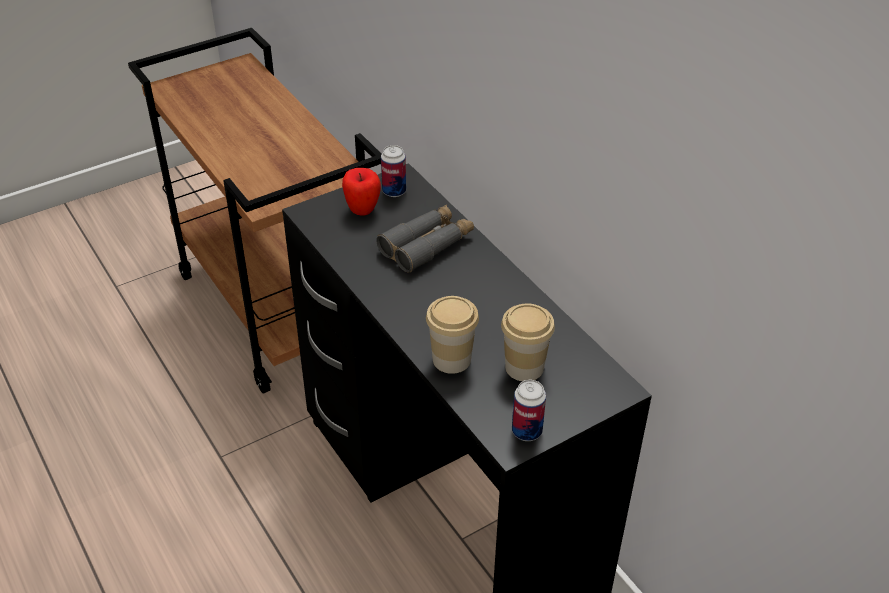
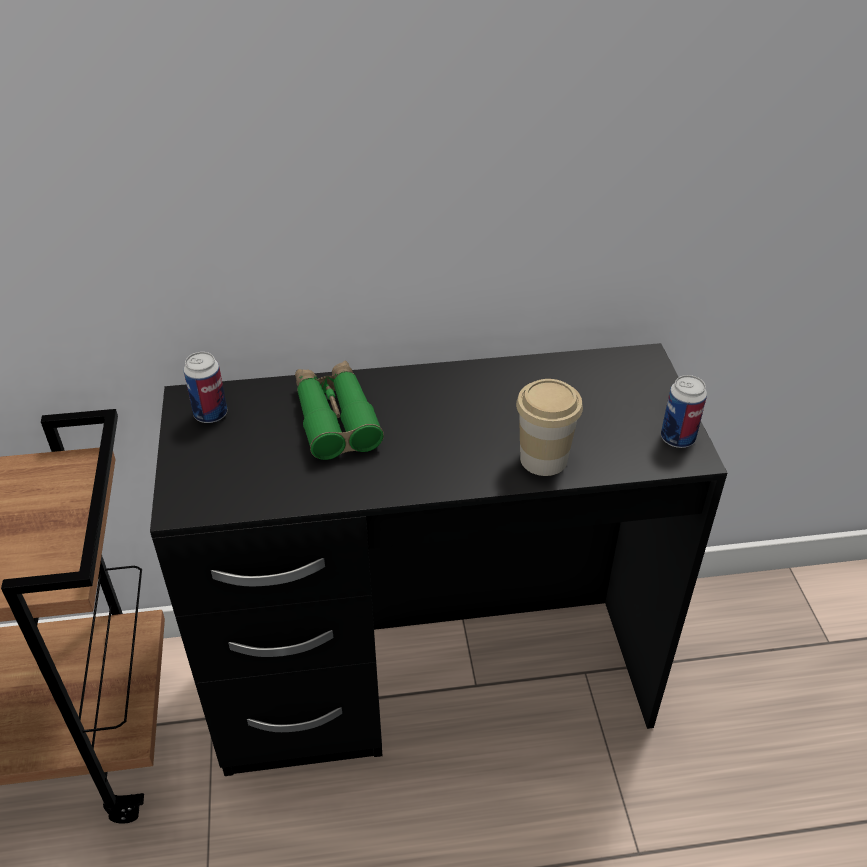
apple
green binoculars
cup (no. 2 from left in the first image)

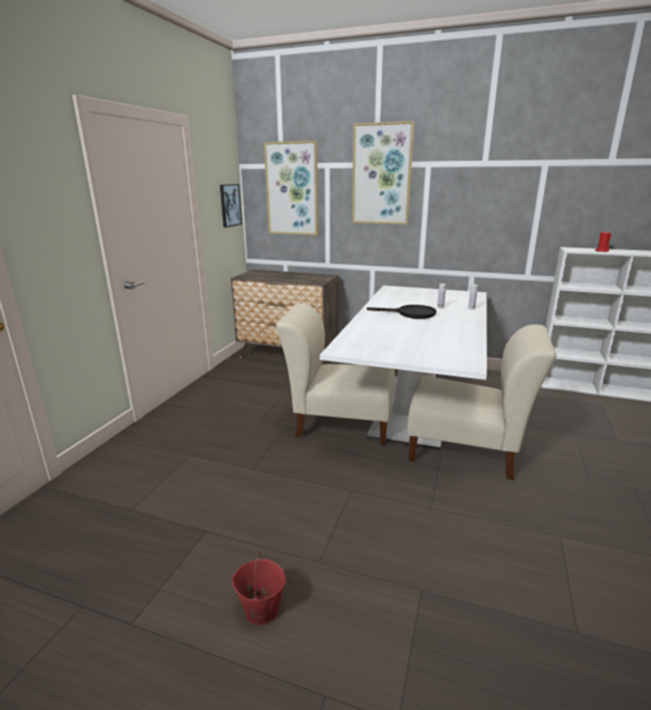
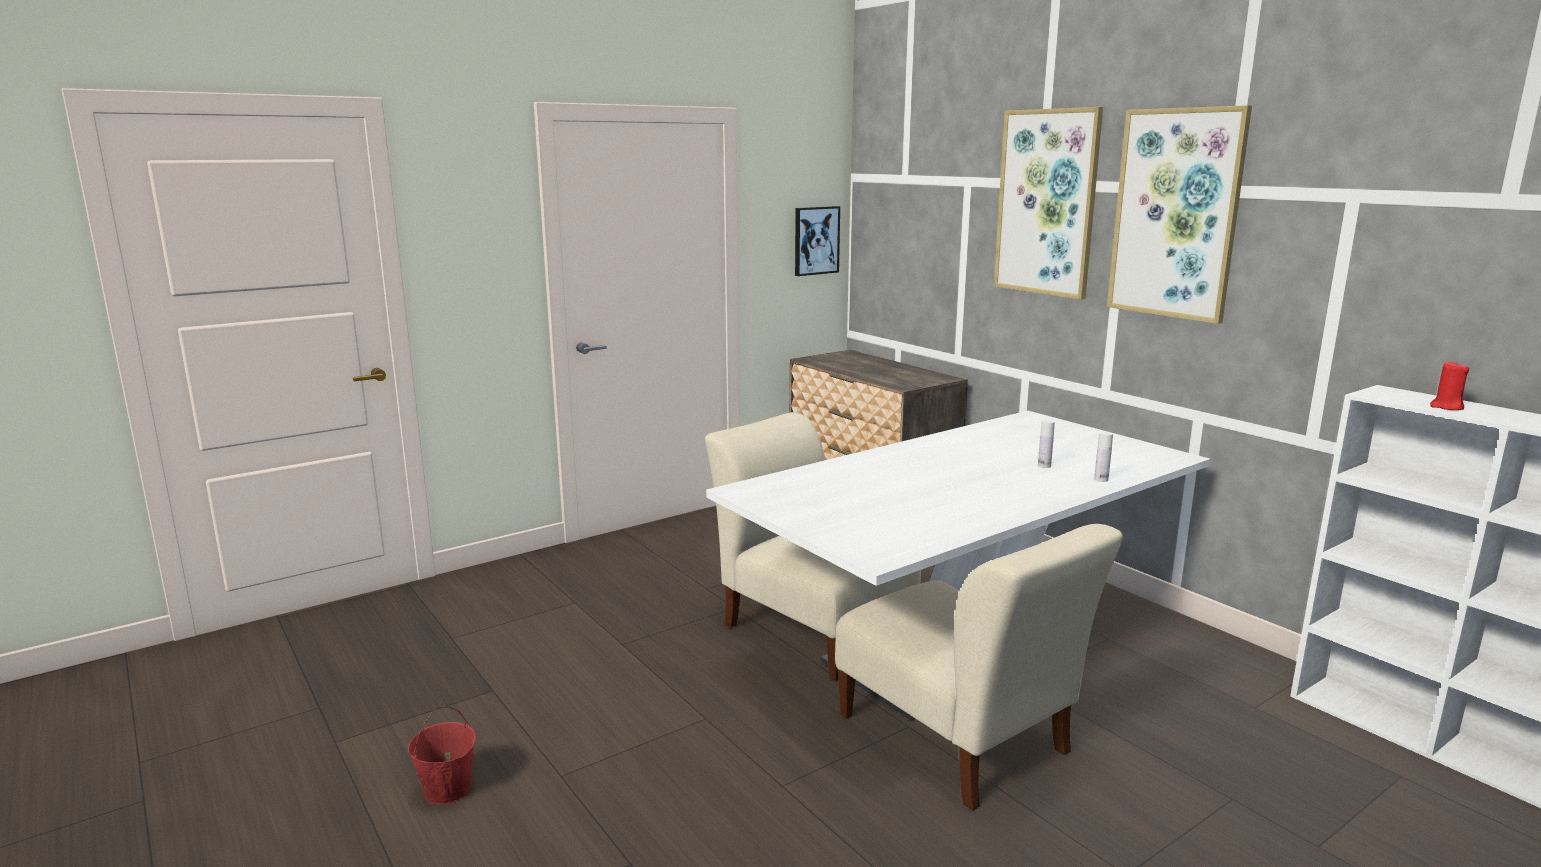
picture (no. 3 from left)
black frying pan

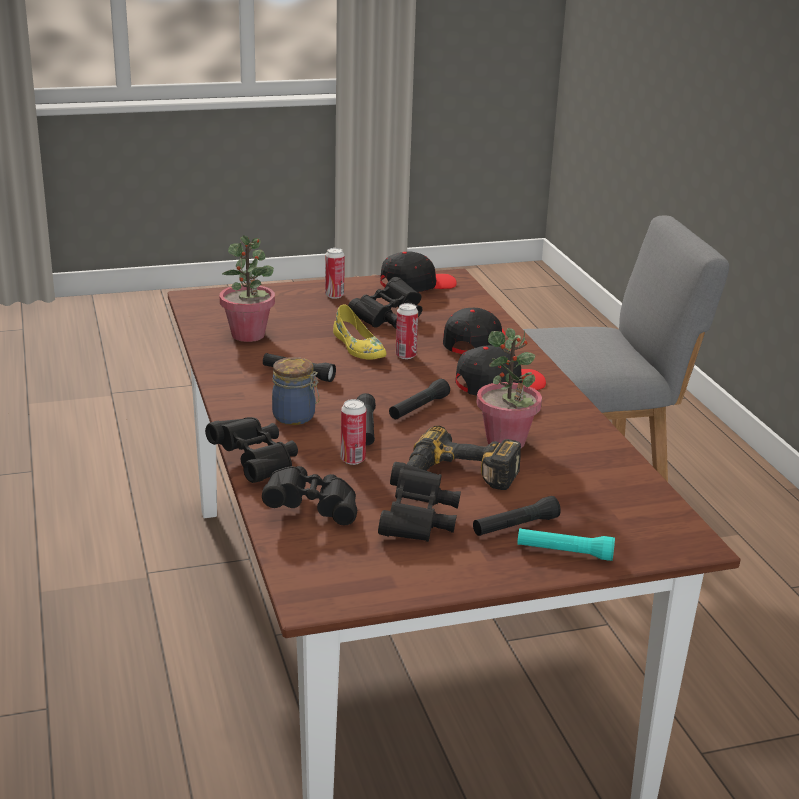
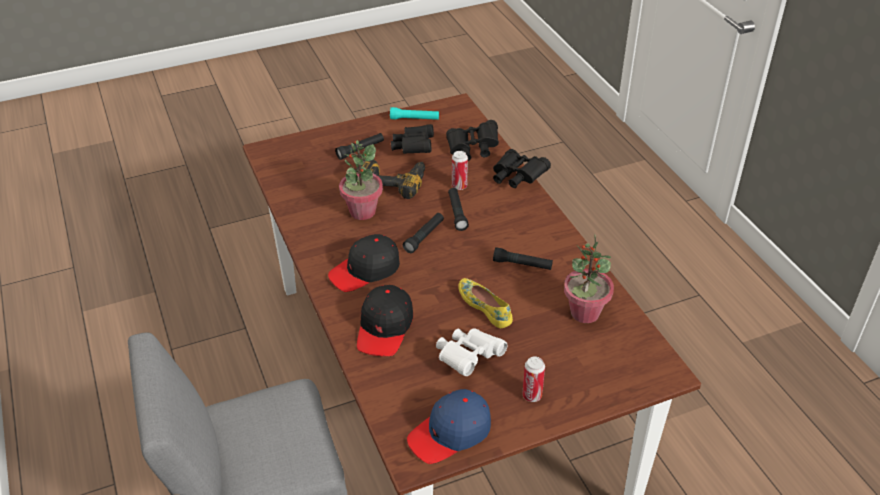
blue cap
white binoculars
can (no. 3 from left in the first image)
jar
turquoise flashlight

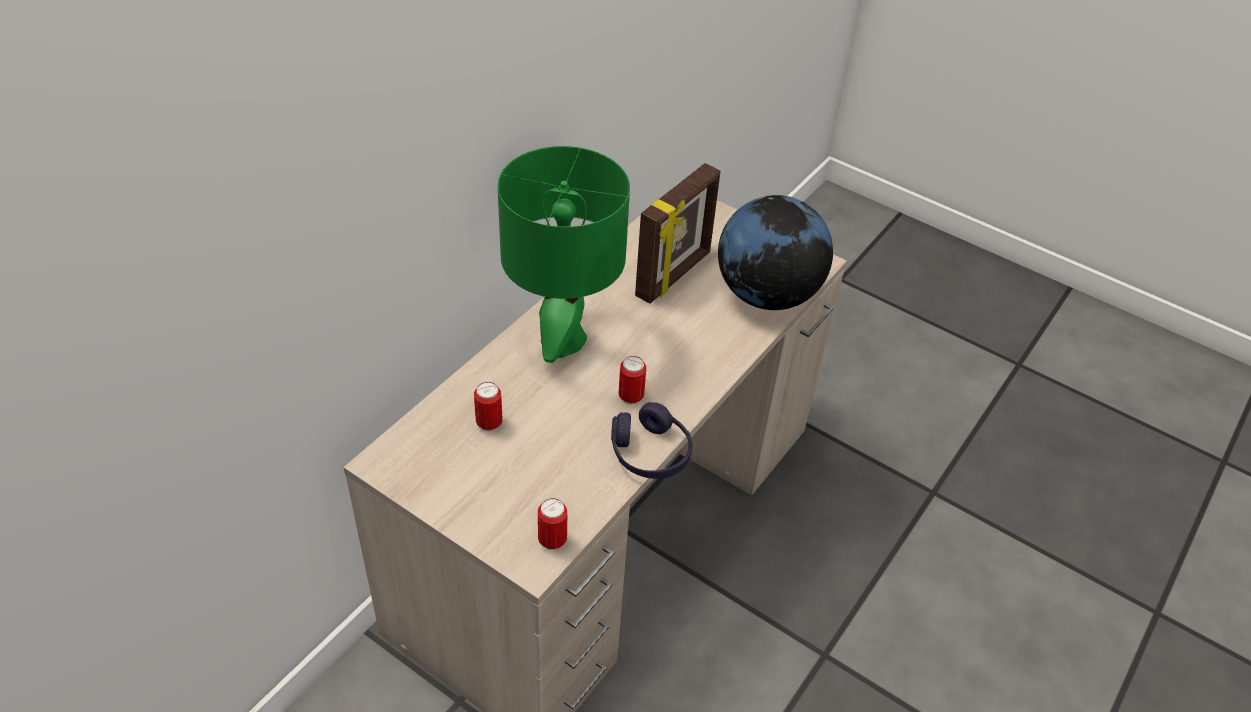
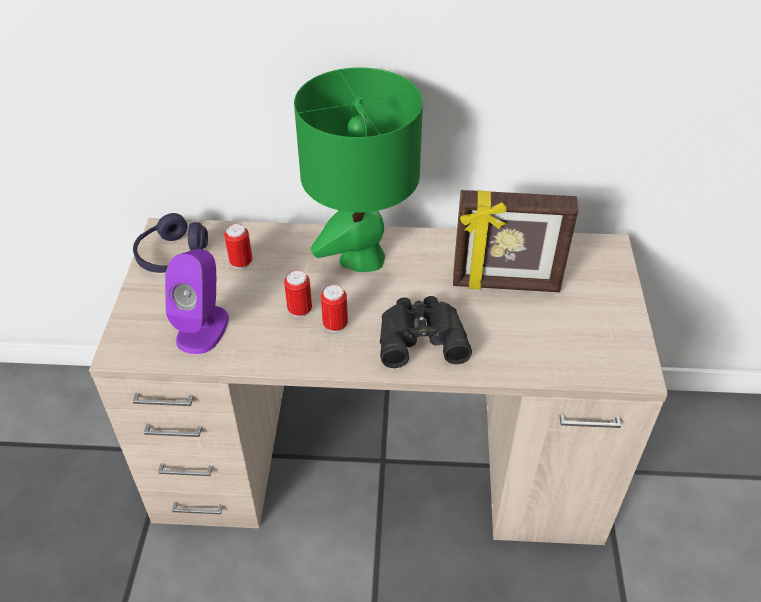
globe
purple headphones
can (no. 2 from left)
purple speaker
black binoculars

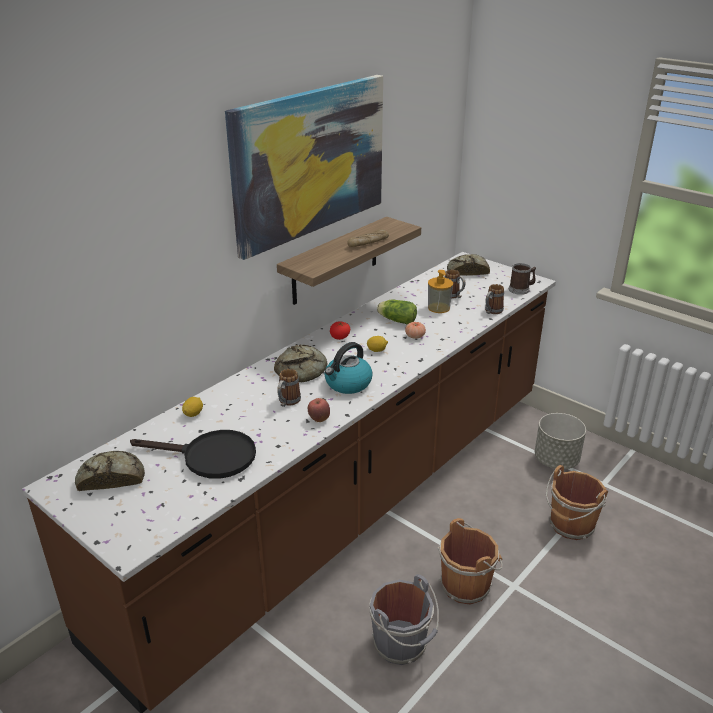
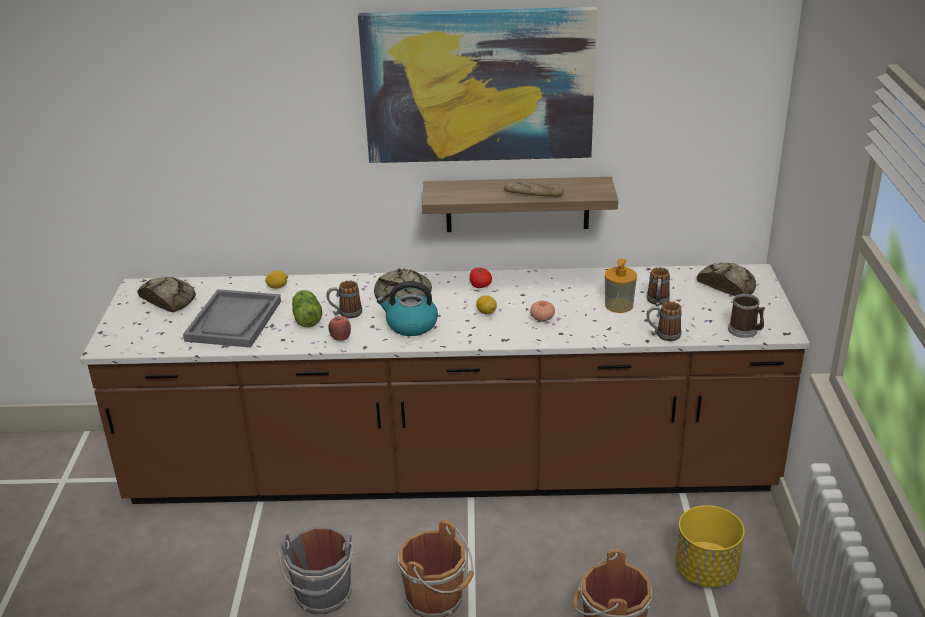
lettuce
yellow planter
grey tray

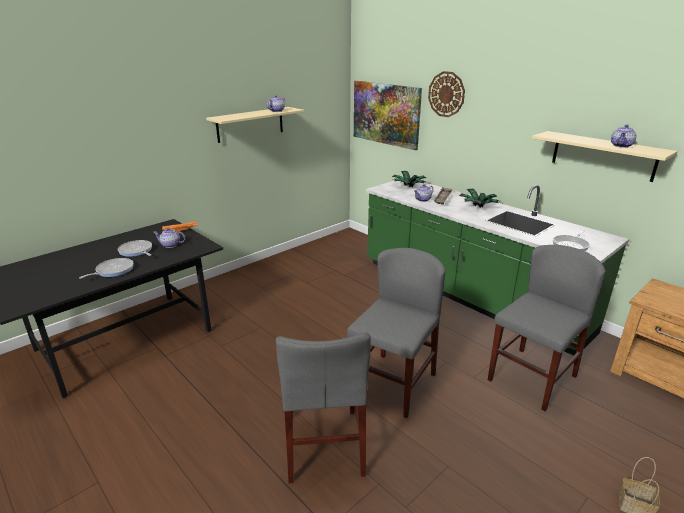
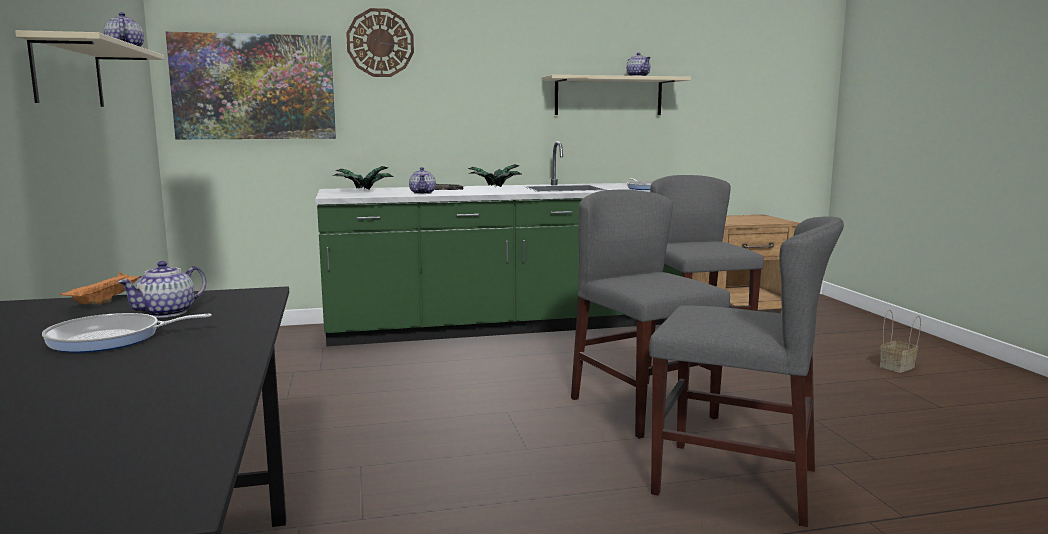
frying pan (no. 1 from left in the first image)

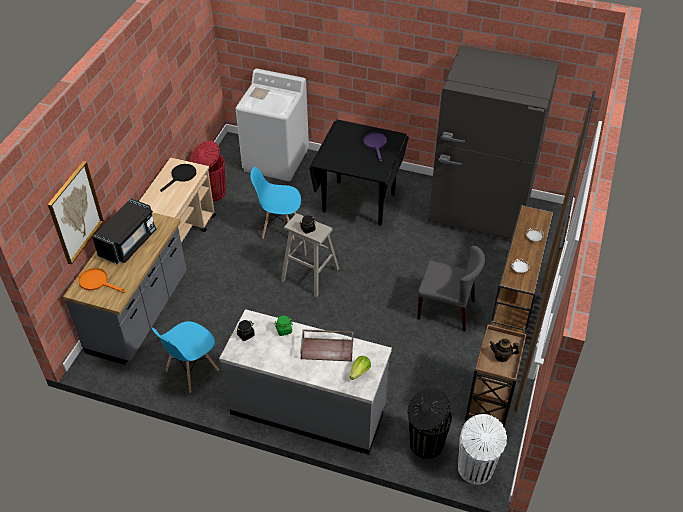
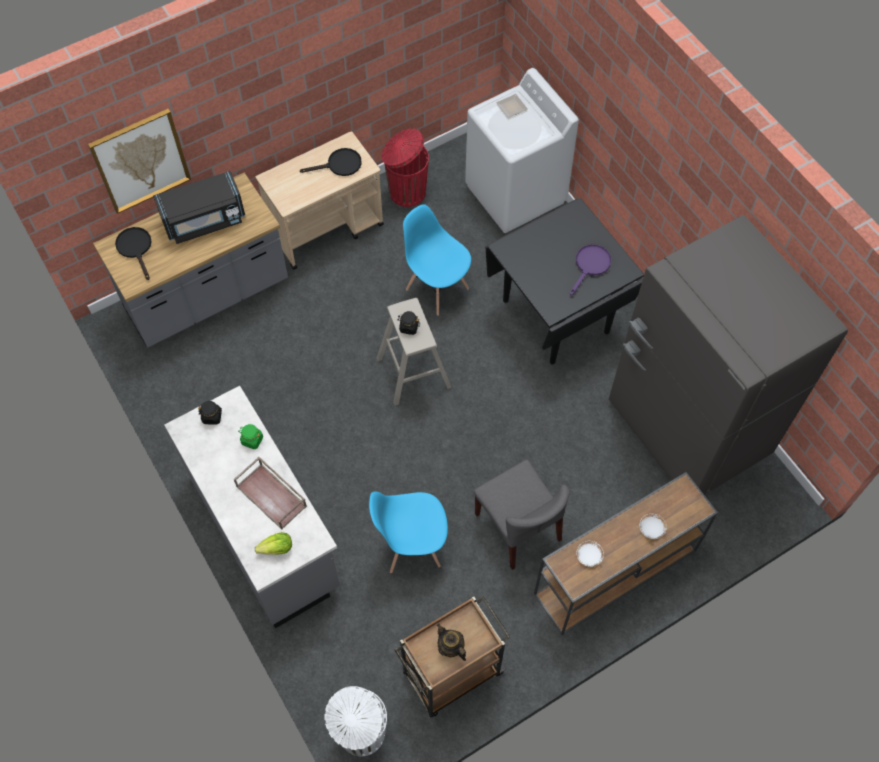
black frying pan (no. 1 from left)
blue chair (no. 1 from left)
black trash can

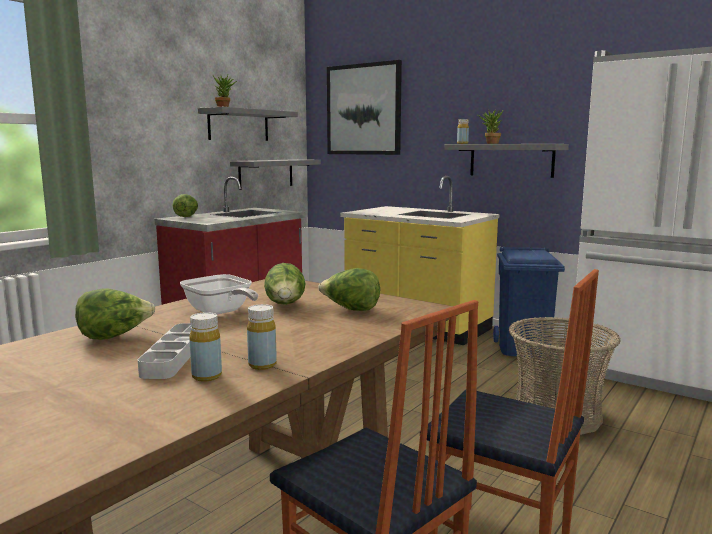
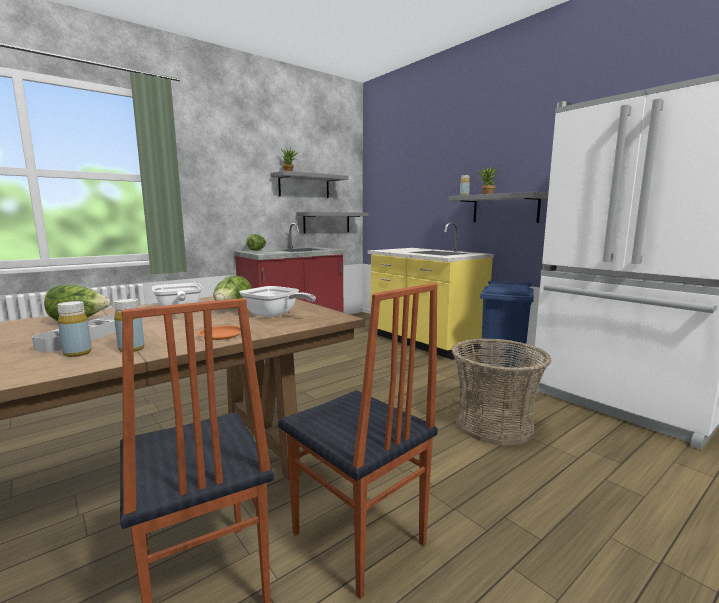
picture
frying pan (no. 2 from left)
orange plate

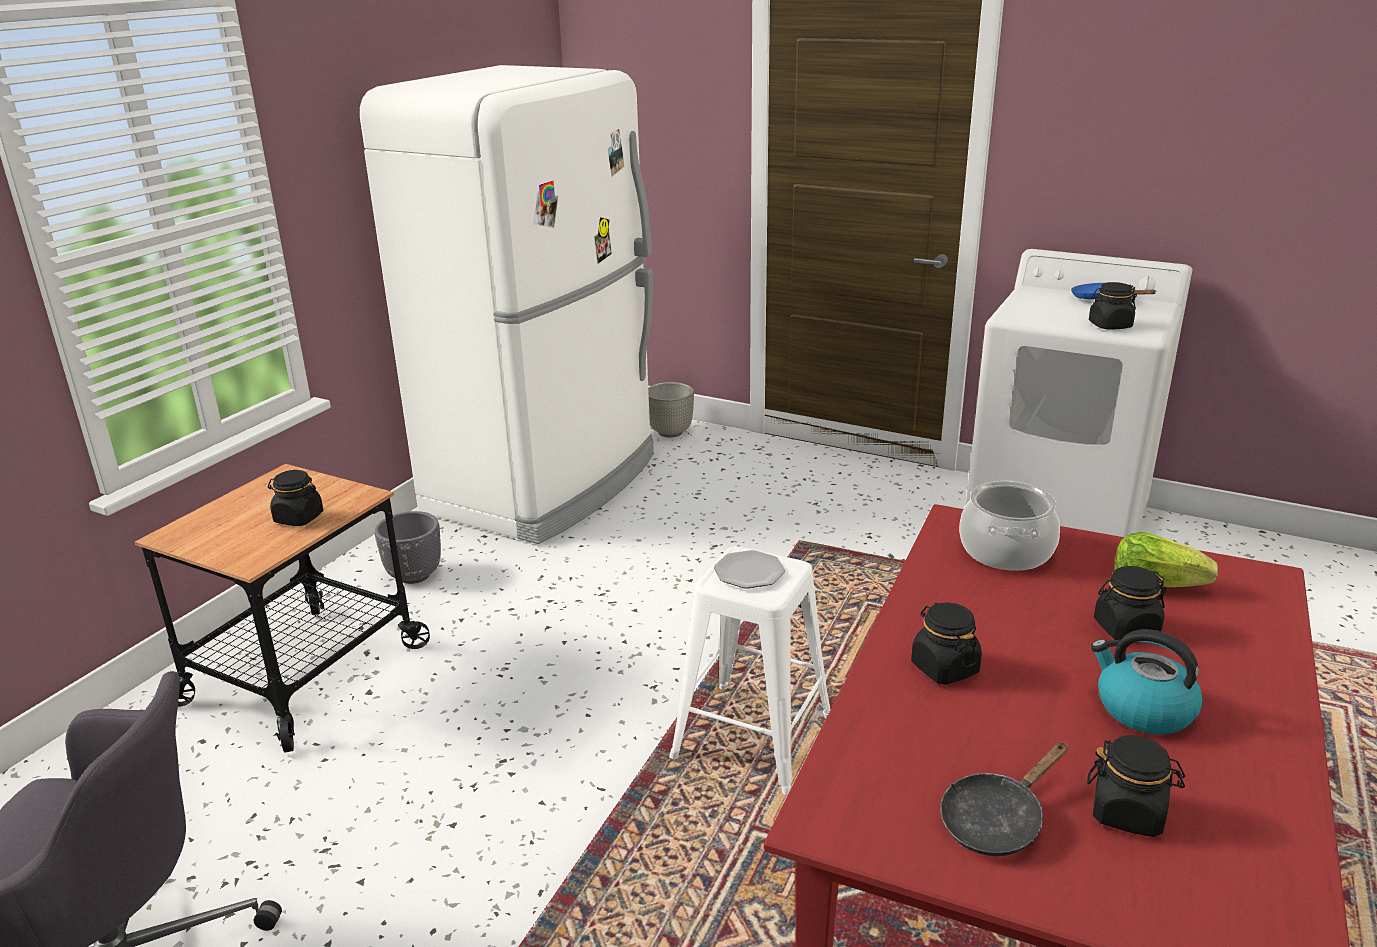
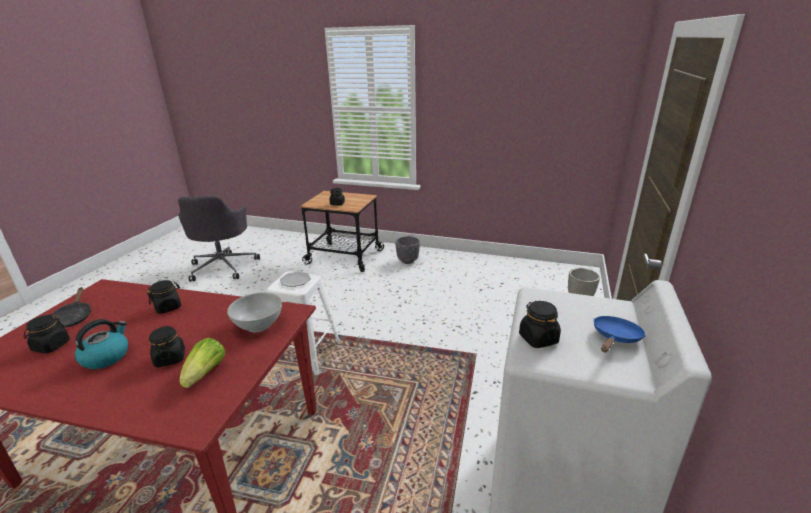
white fridge
white bowl
black frying pan

